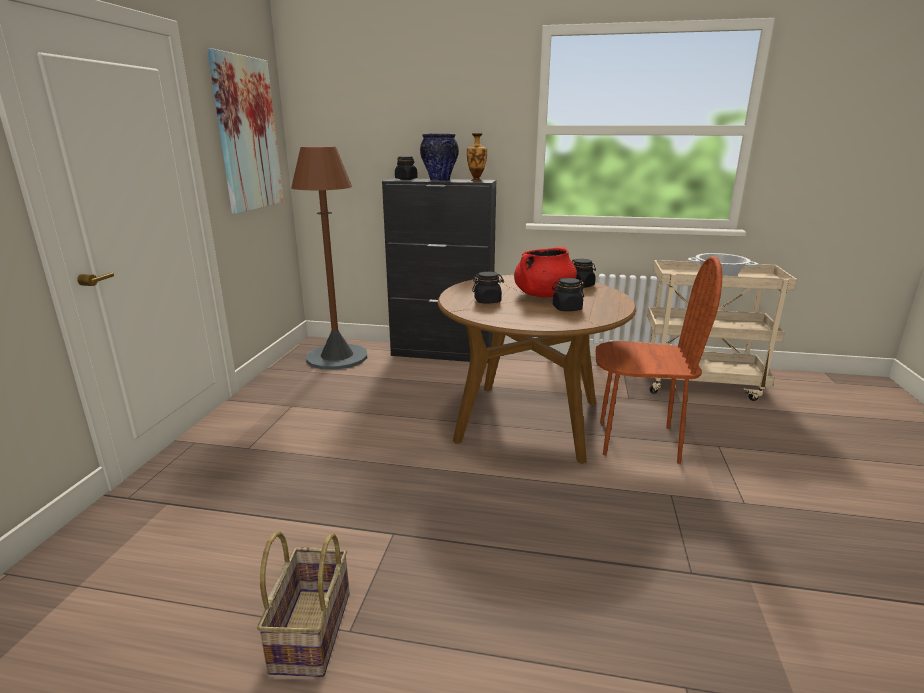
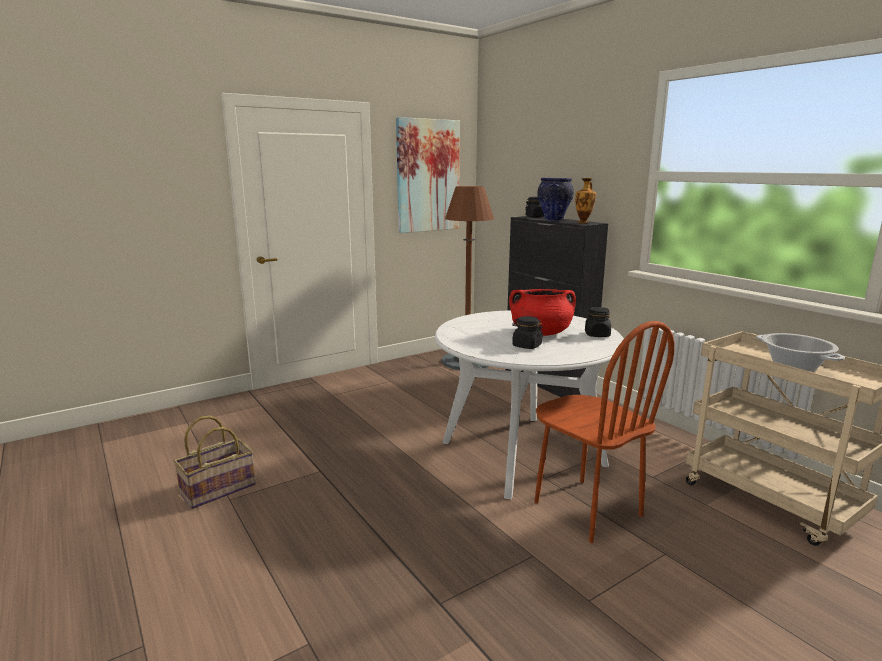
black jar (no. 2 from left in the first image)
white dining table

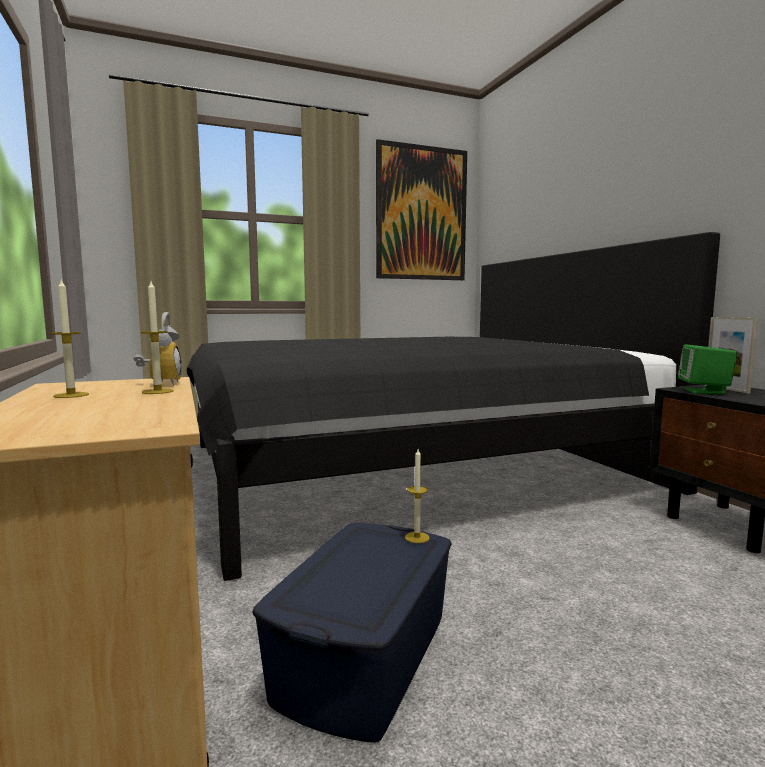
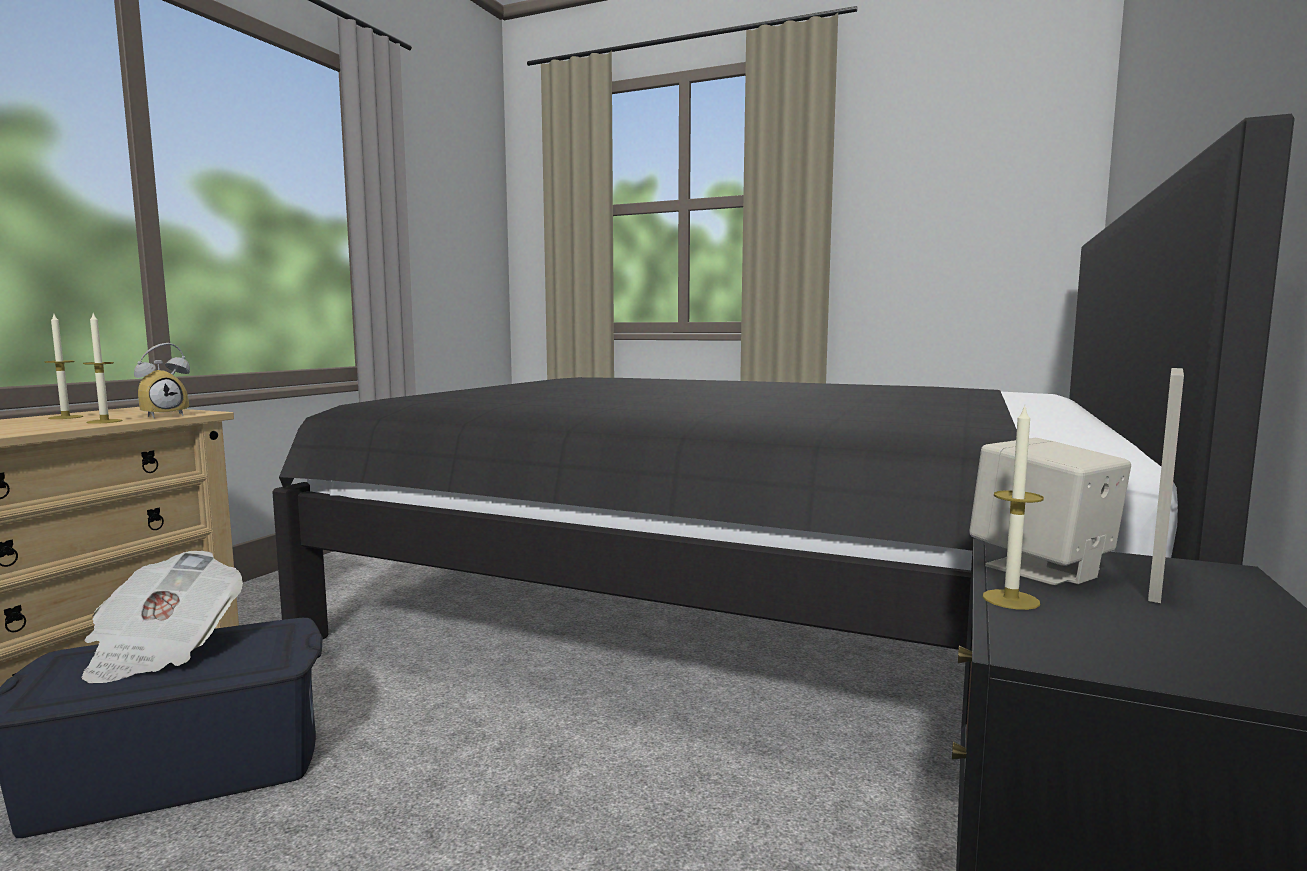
picture
beige speaker
candle (no. 3 from left)
newspaper

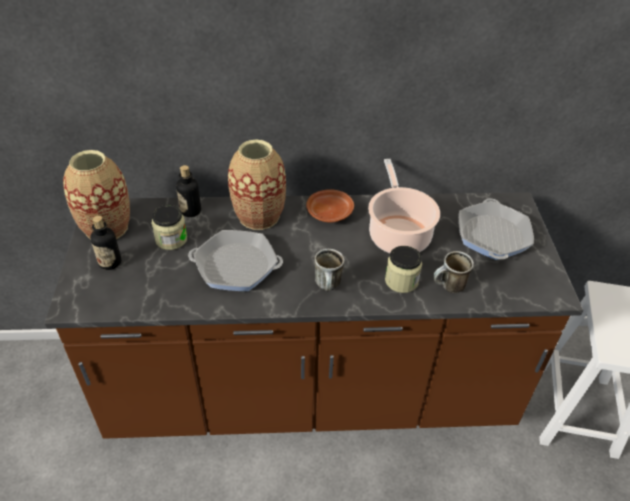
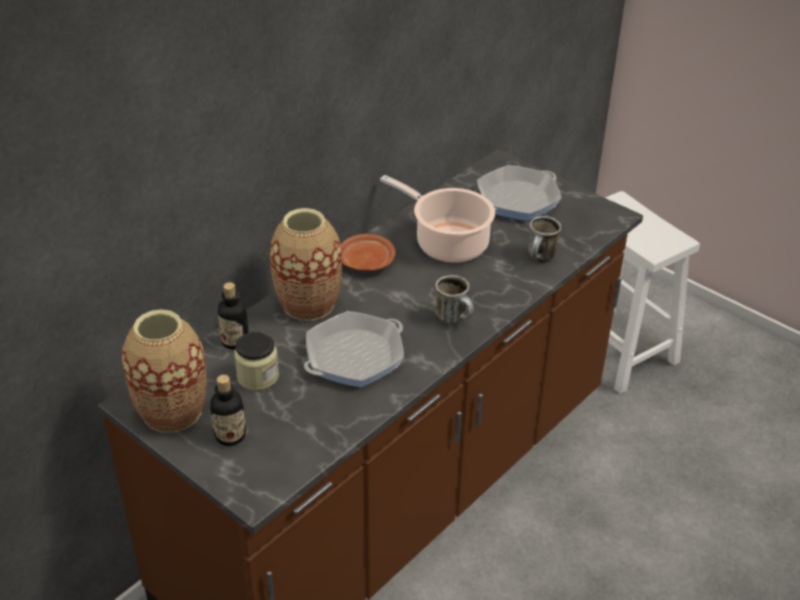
frying pan (no. 2 from left)
jar (no. 2 from left in the first image)

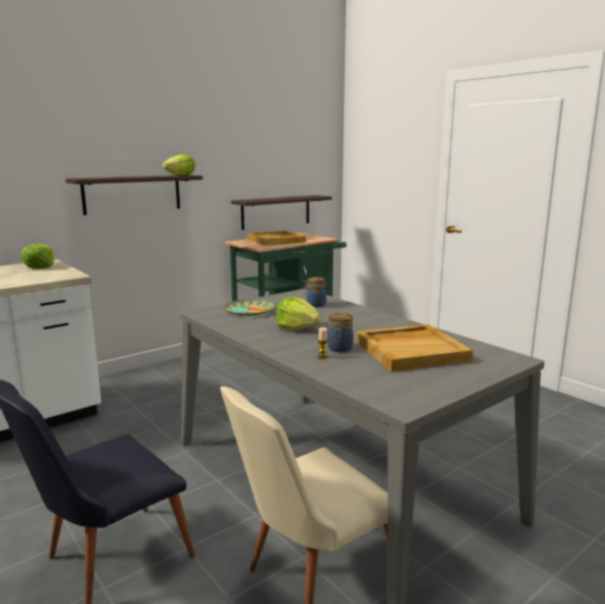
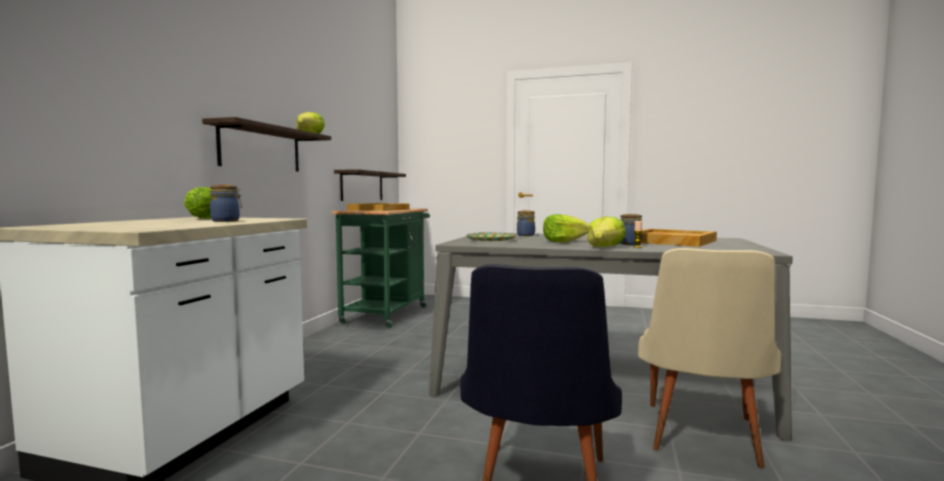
jar (no. 1 from left)
lettuce (no. 4 from left)

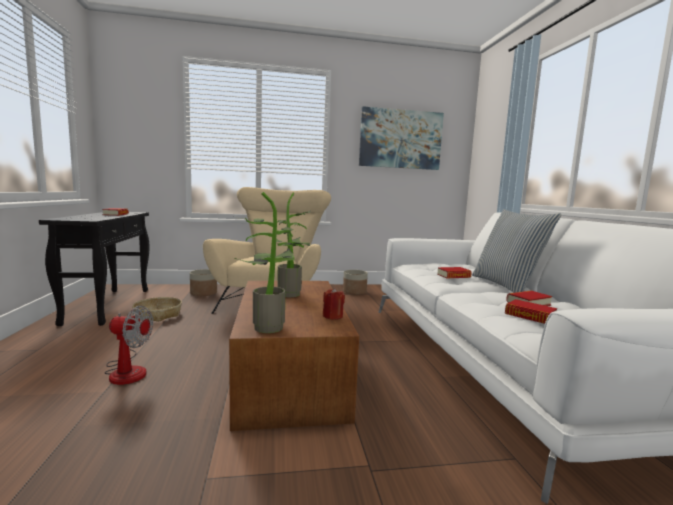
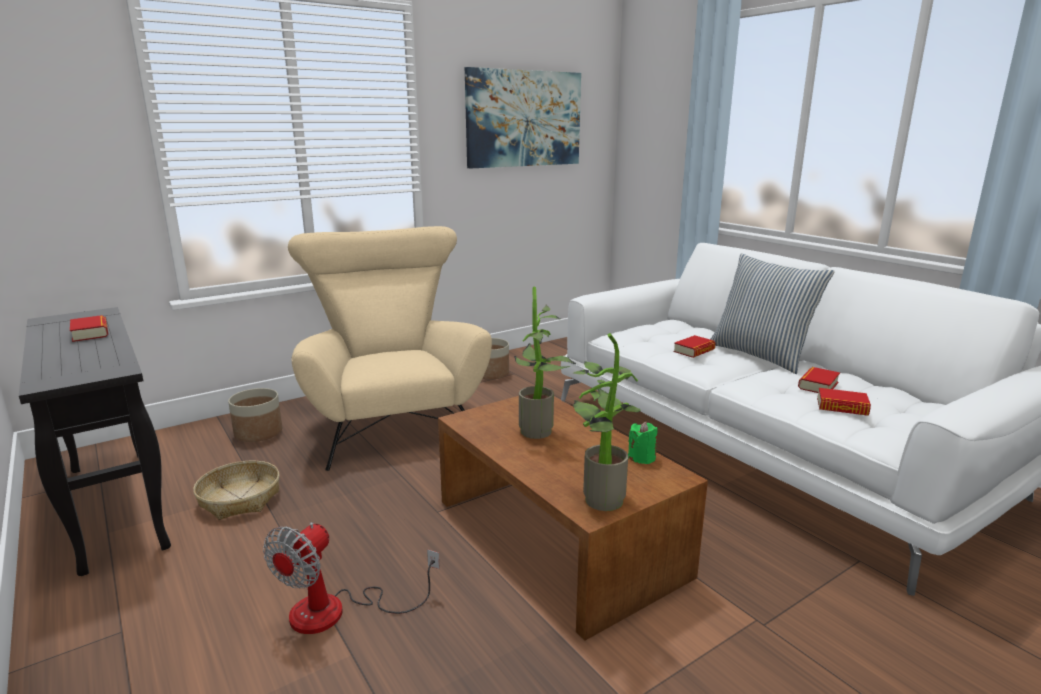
green candle
fan

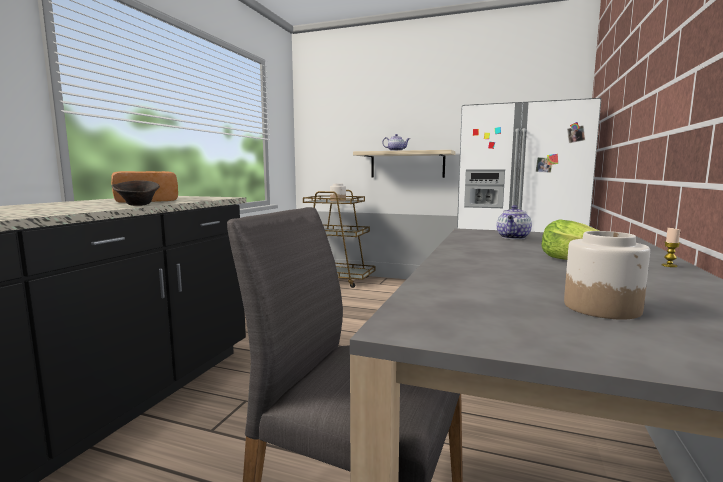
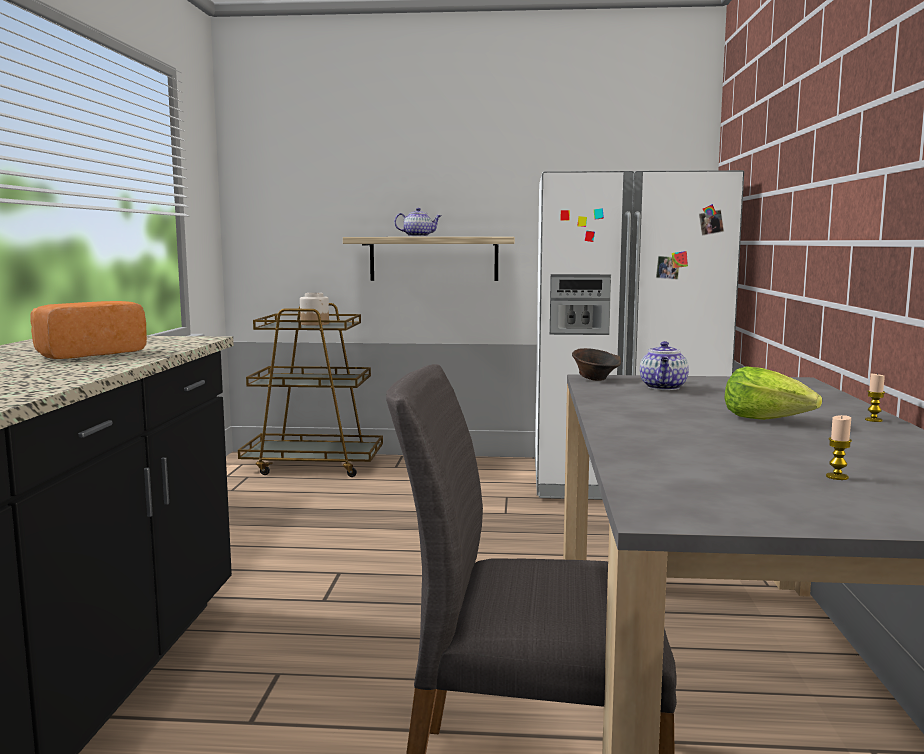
brown bowl
candle (no. 1 from left)

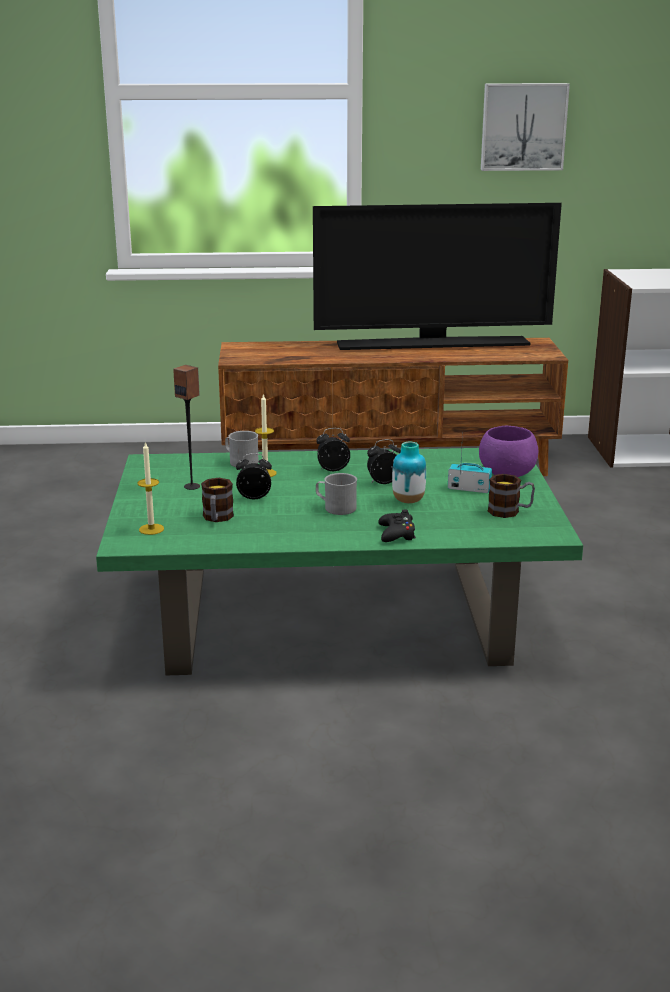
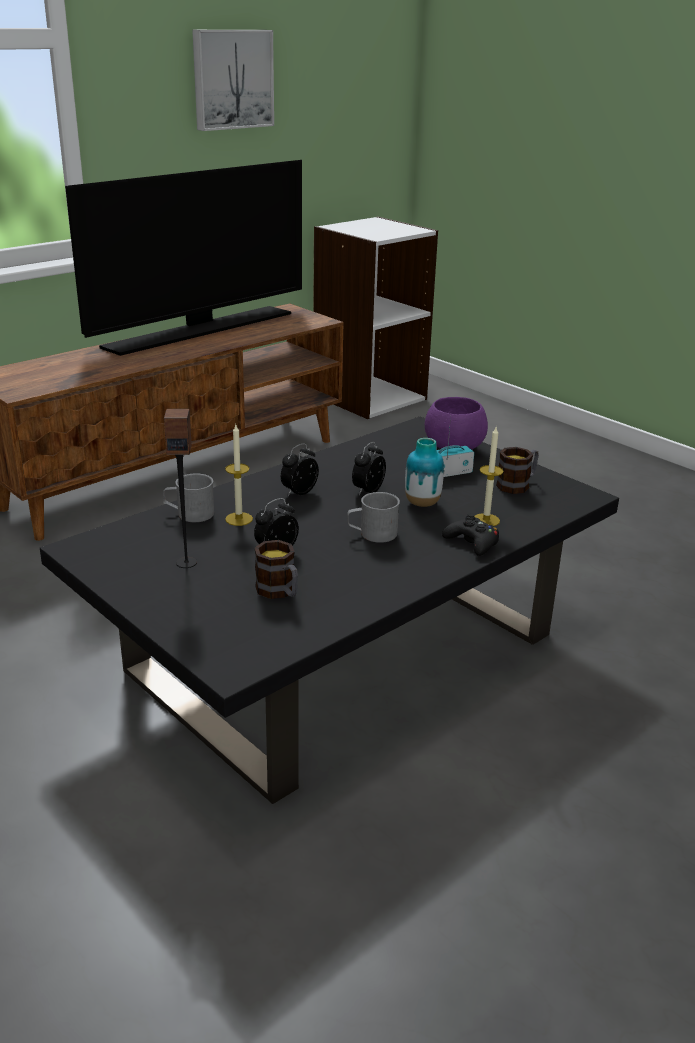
candle (no. 2 from left)
black coffee table

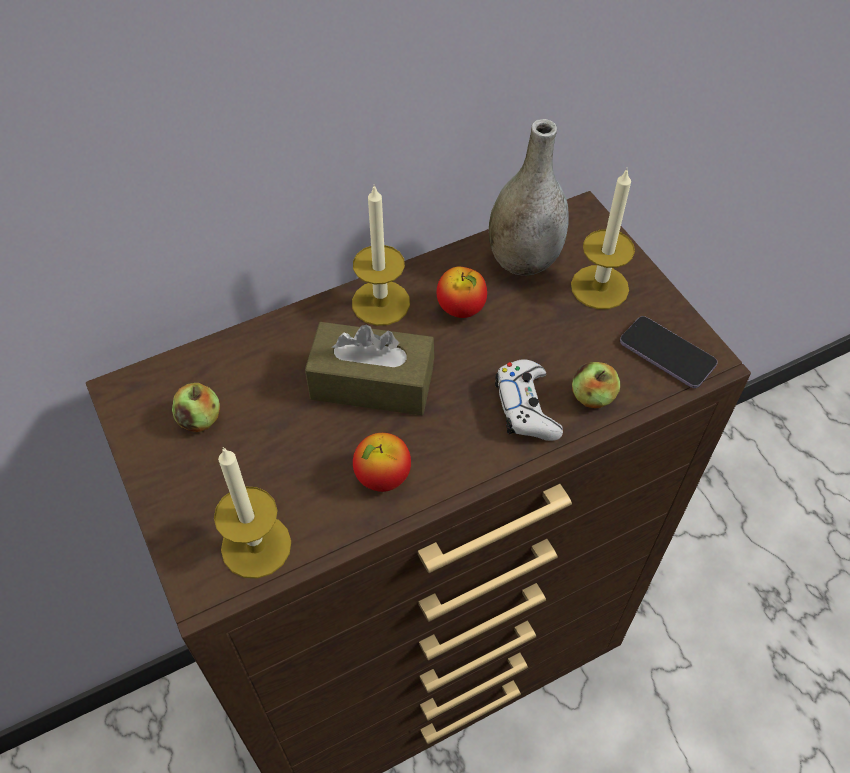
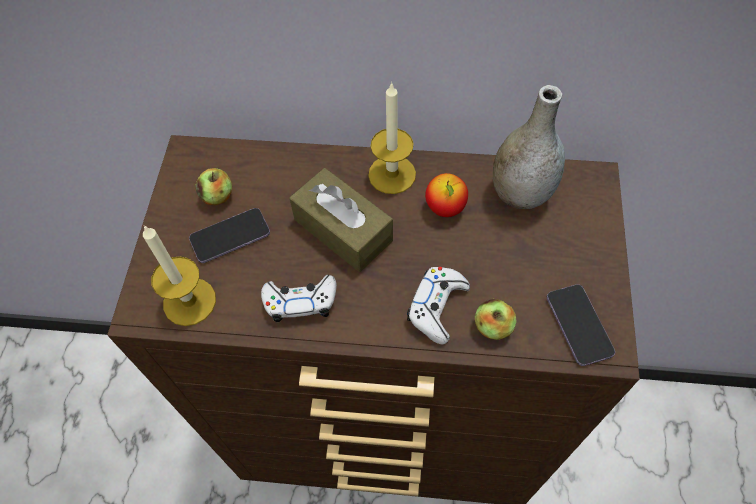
candle (no. 3 from left in the first image)
white game controller (no. 1 from left)
phone (no. 1 from left)

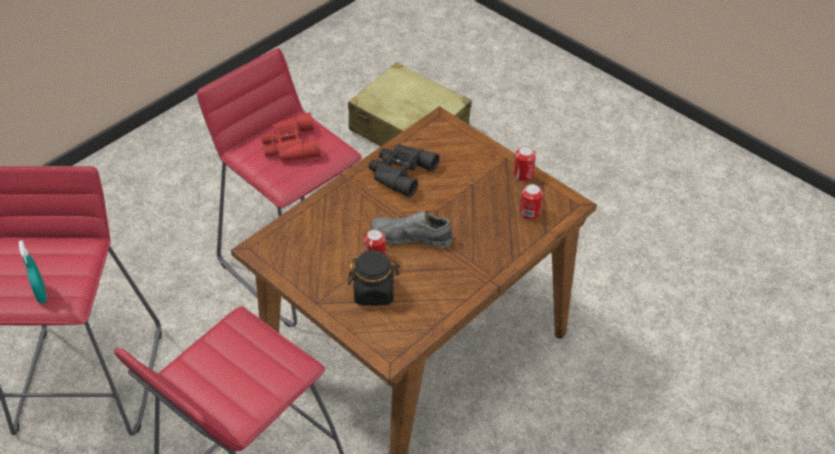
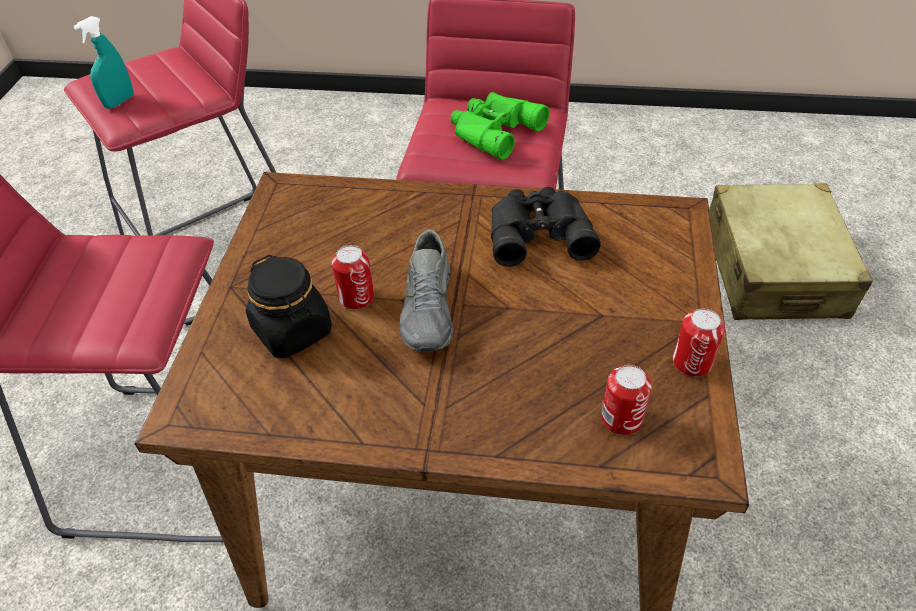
green binoculars
grey shoe

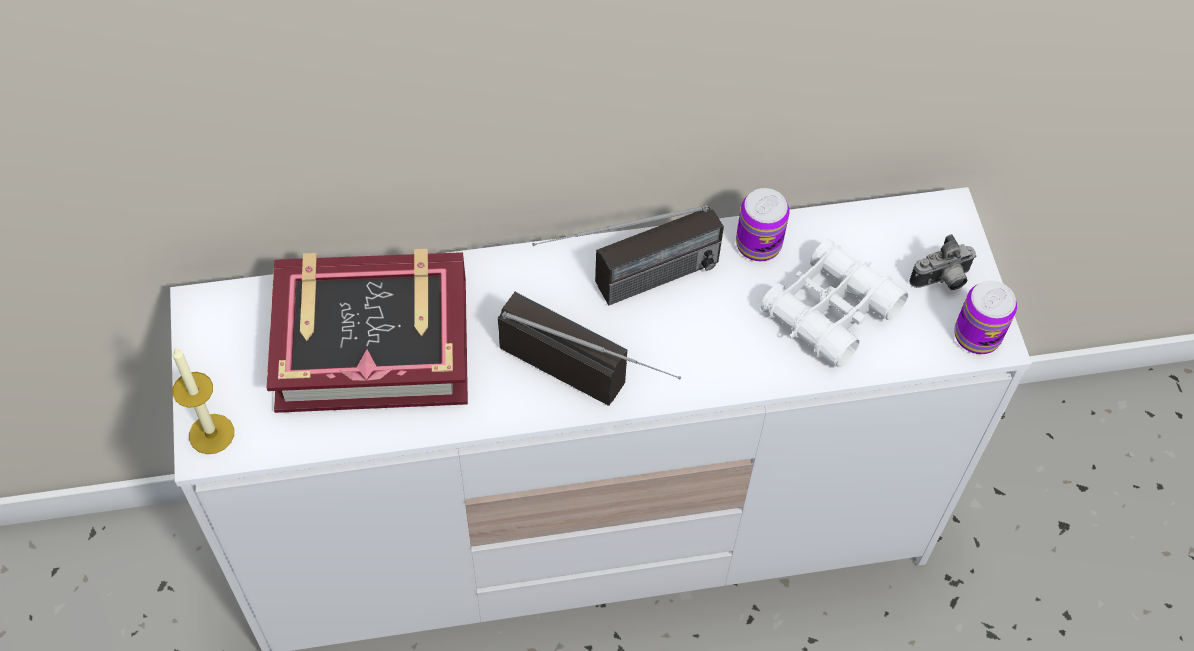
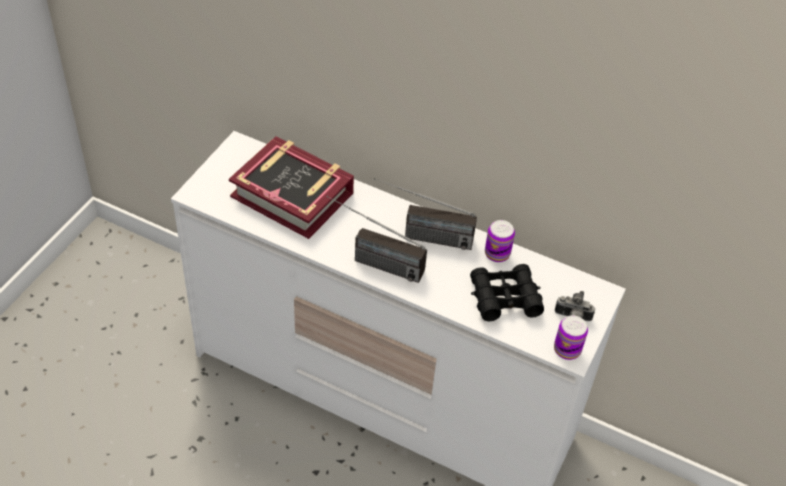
black binoculars
radio (no. 1 from left)
candle

